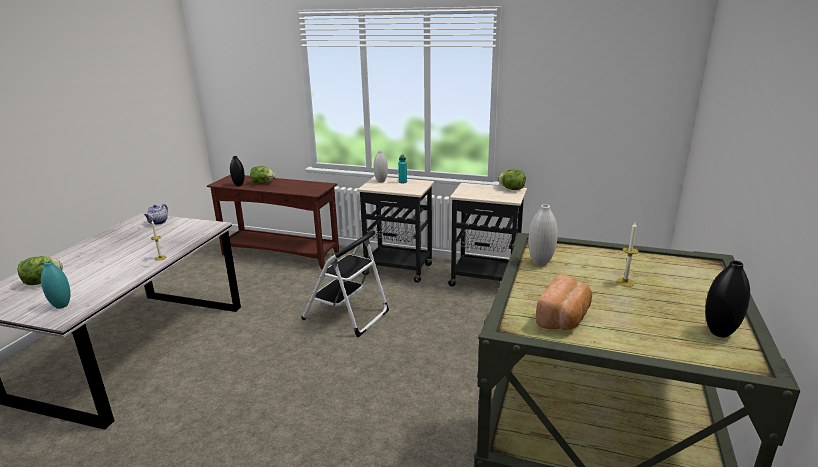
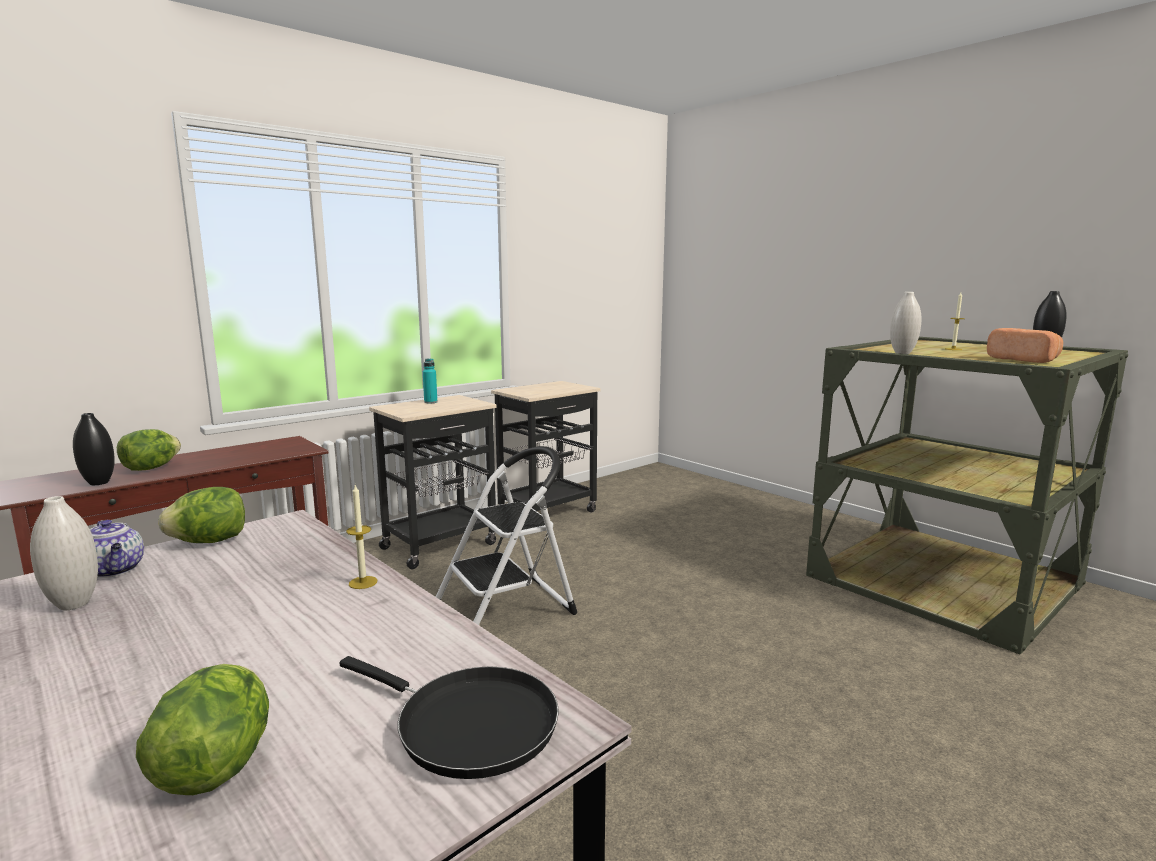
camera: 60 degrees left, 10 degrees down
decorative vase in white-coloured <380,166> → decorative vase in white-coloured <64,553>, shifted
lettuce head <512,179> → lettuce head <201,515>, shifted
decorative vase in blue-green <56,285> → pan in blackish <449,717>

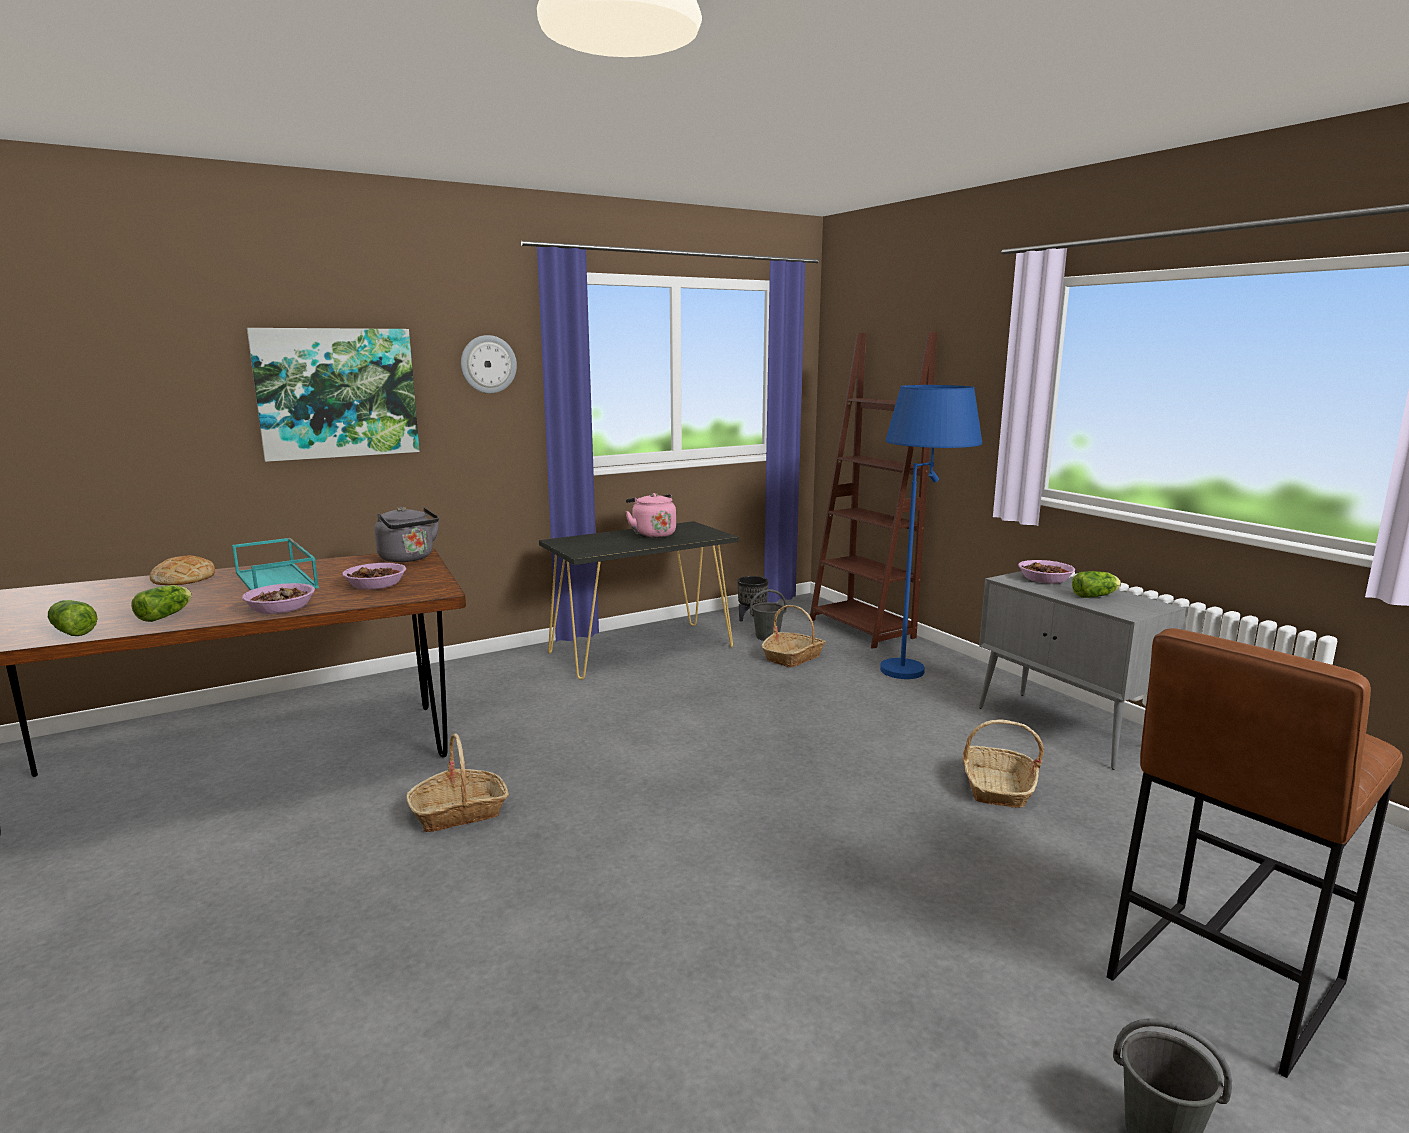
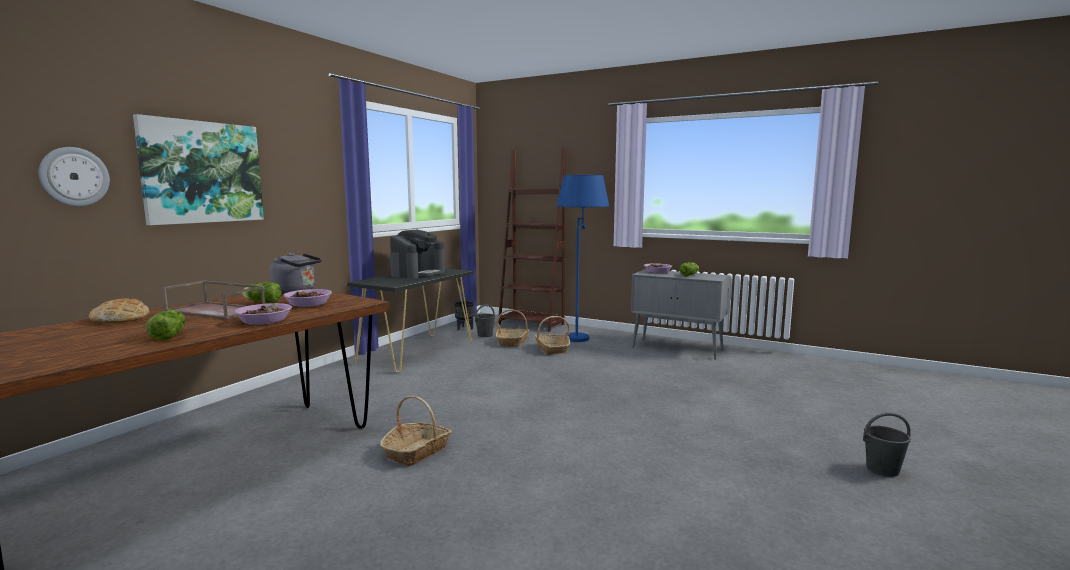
camera: 30 degrees left, 5 degrees down
wall clock <489,364> → wall clock <74,176>, shifted
tray in blue-green <275,564> → tray in brownish <213,300>
lettuce head <73,618> → lettuce head <261,292>, shifted
kettle in pink <650,515> → coffee brewer <417,254>
household basket <1003,763> → household basket <552,335>, shifted
stool in brownish <1255,853> → -

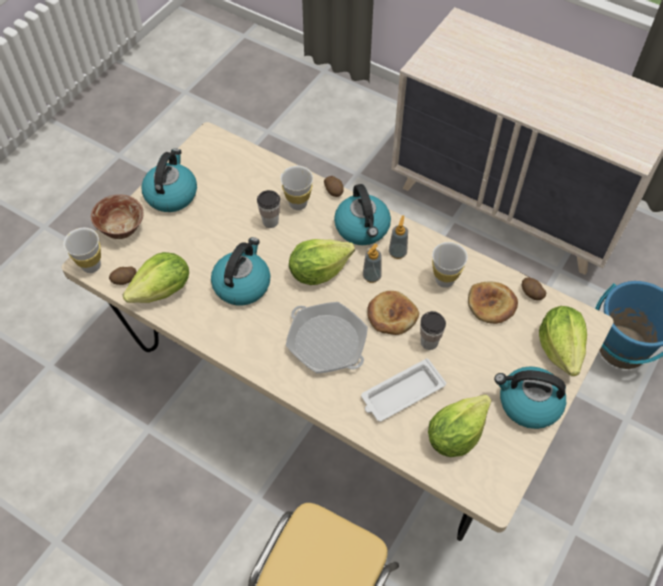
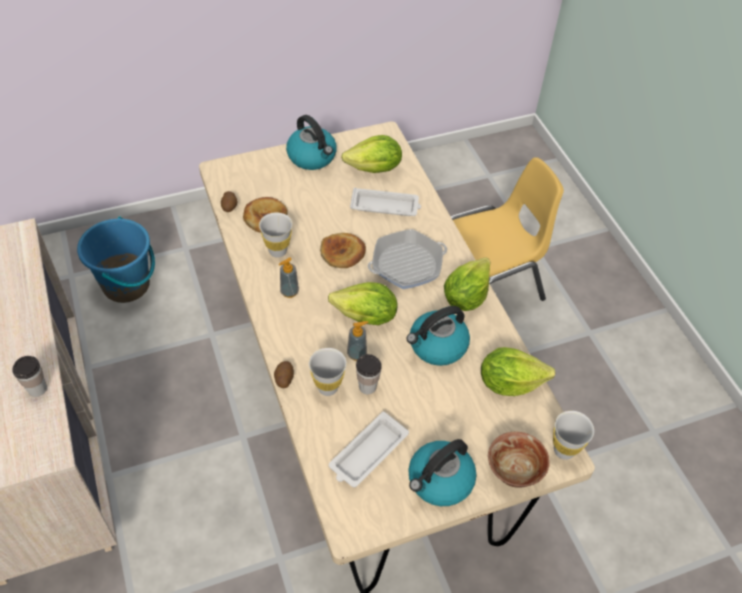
camera: 145 degrees left, 5 degrees down
small cup <433,330> → small cup <29,376>, shifted
- → tray in white-coloured <369,450>
liquid soap bottle <372,263> → liquid soap bottle <357,341>, shifted
pan <327,337> → pan <407,259>, 105 degrees counterclockwise
lettuce head <563,341> → lettuce head <467,284>, shifted
whole potato <123,275> → -
kettle <362,214> → -

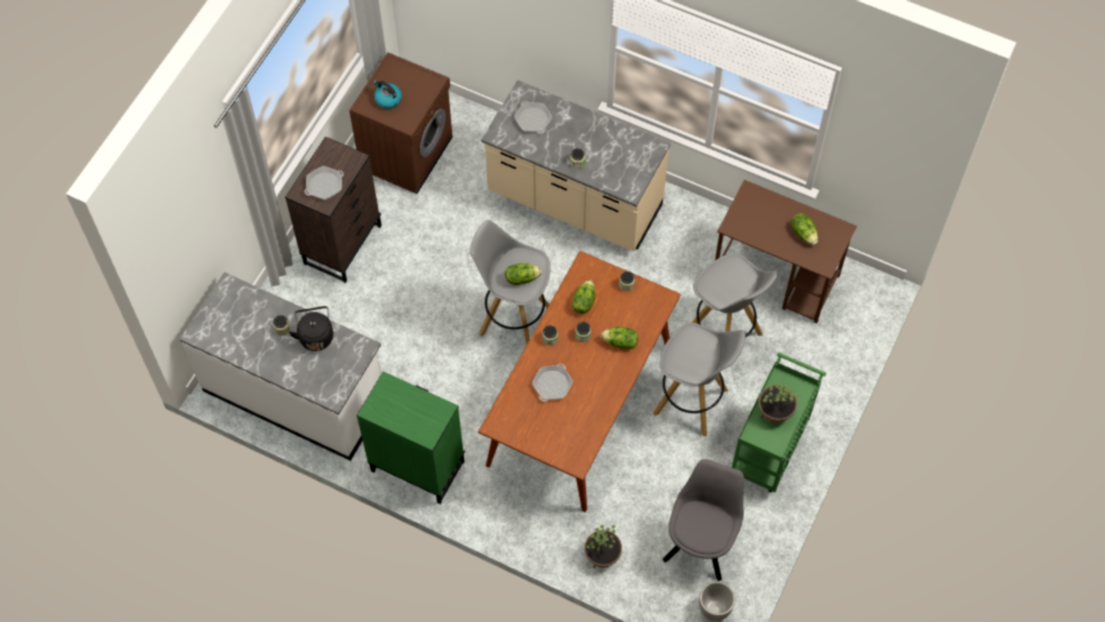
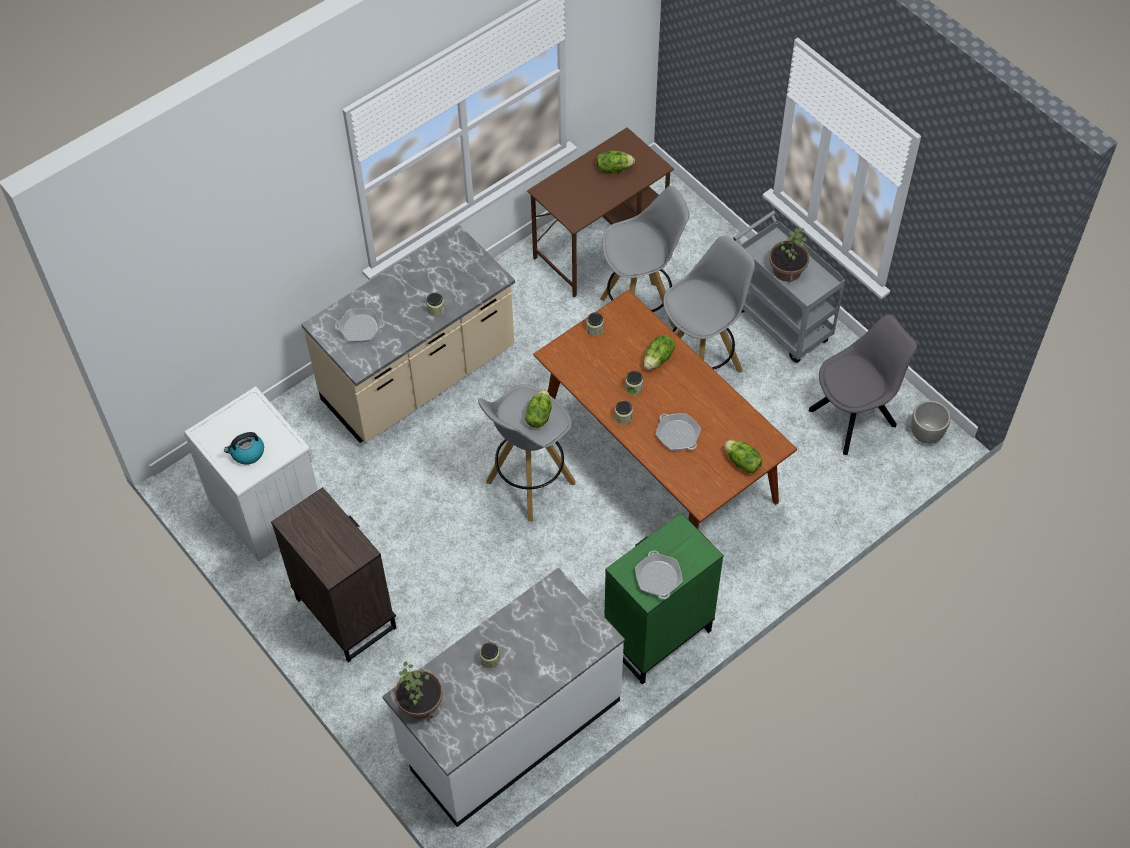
camera: 65 degrees left, 5 degrees down
laundry appliance in brownish <401,123> → laundry appliance in white-coloured <251,473>
potted plant <603,546> → potted plant <418,690>, shifted
pan <324,183> → pan <659,575>, shifted
lettuce head <583,297> → lettuce head <743,456>, shifted
trolley in green <779,422> → trolley in gray <789,286>
upright chair in gray <703,520> → upright chair in gray <863,384>, 105 degrees clockwise
kettle in blackish <311,328> → -

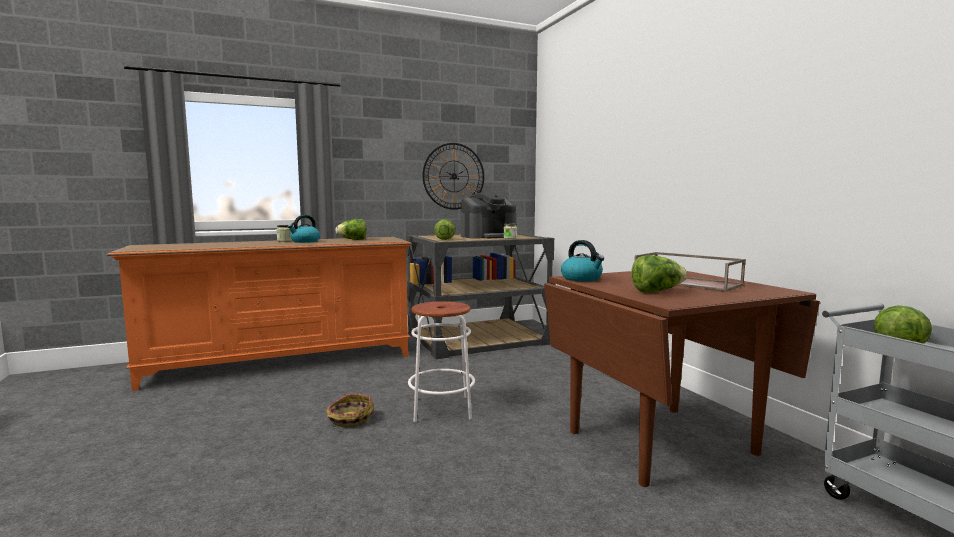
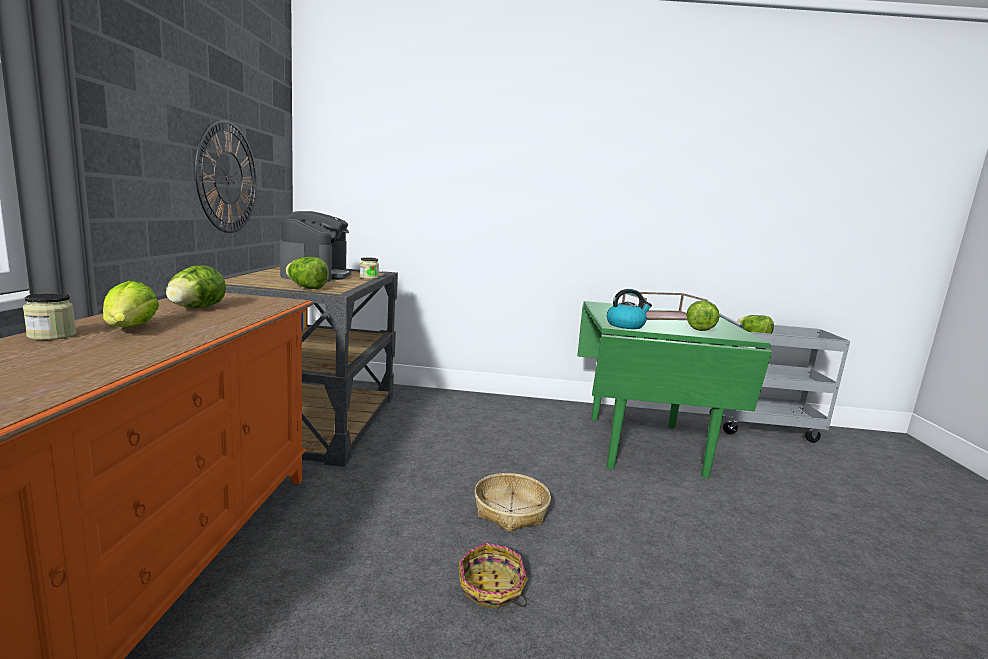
camera: 65 degrees left, 5 degrees up
kettle <304,229> → lettuce head <131,304>
stool in white-coloured <441,361> → household basket <512,502>
kitchen table in brownish <682,379> → kitchen table in green <674,389>

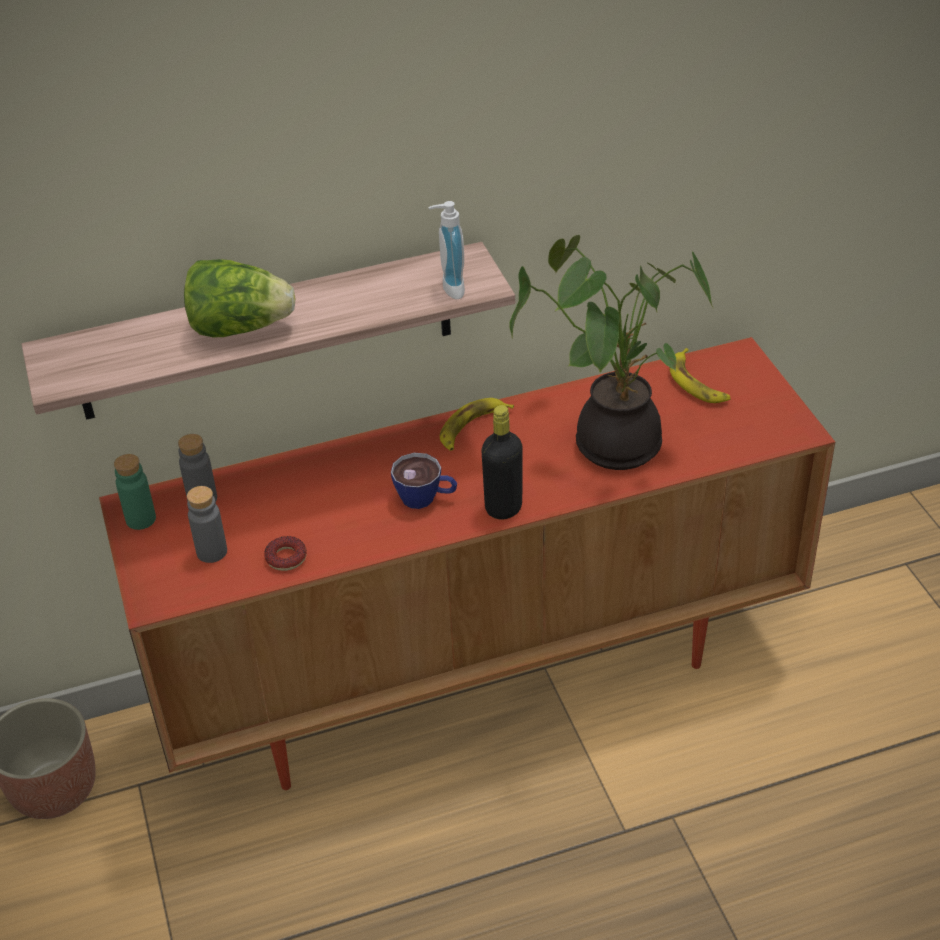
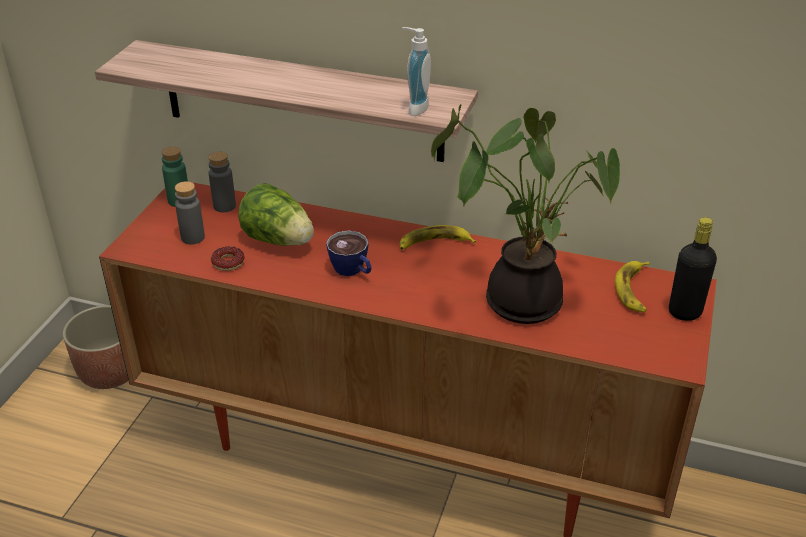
camera: 35 degrees right, 5 degrees down
lettuce head <240,298> → lettuce head <276,214>, shifted
bottle in blackish <502,462> → bottle in blackish <693,269>, shifted

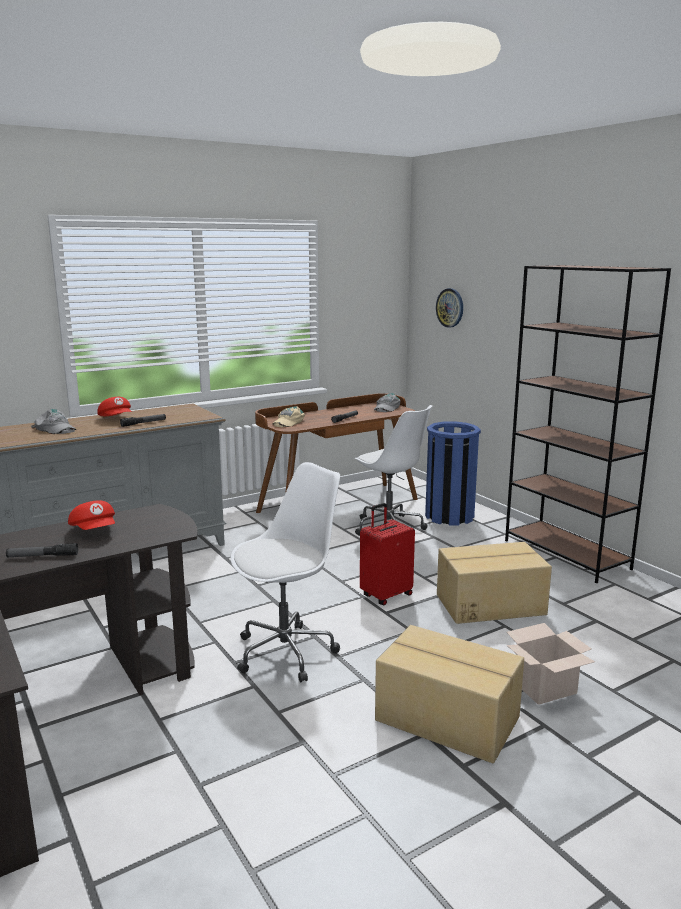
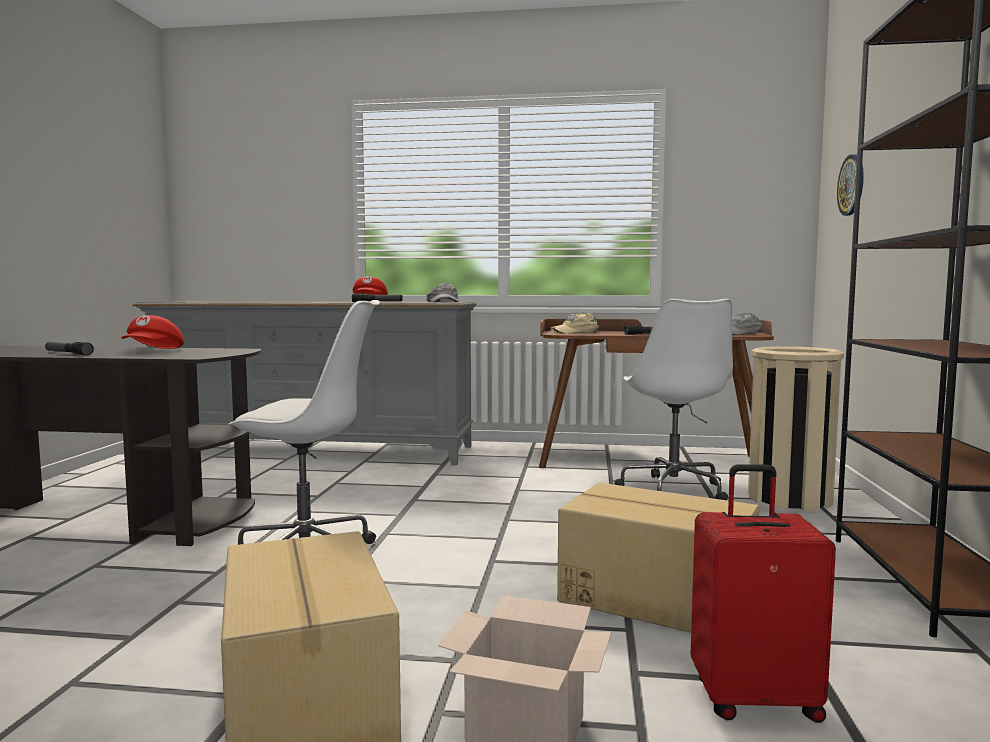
camera: 40 degrees right, 10 degrees down
baseball cap in gray <53,421> → baseball cap in gray <442,292>, shifted
travel case in reddish <387,554> → travel case in reddish <763,593>, shifted
trash can in blue-coloured <453,473> → trash can in sand-coloured <796,428>

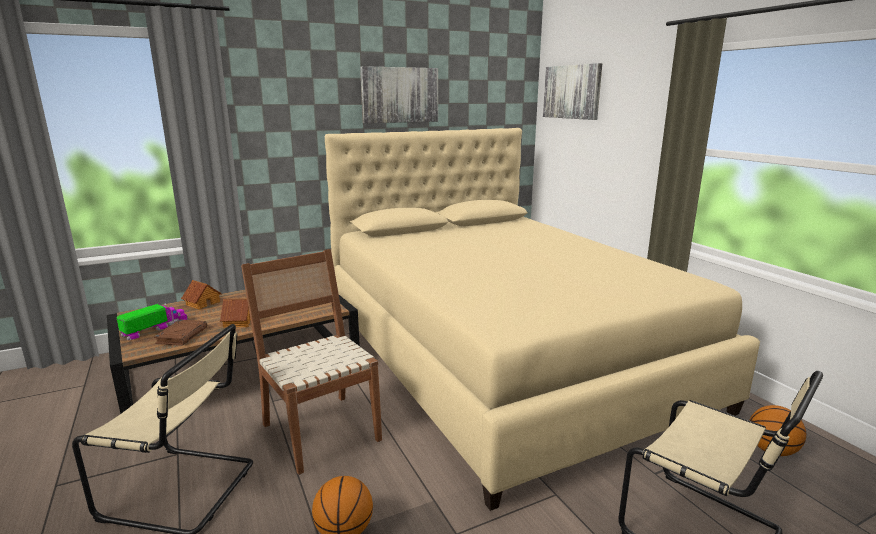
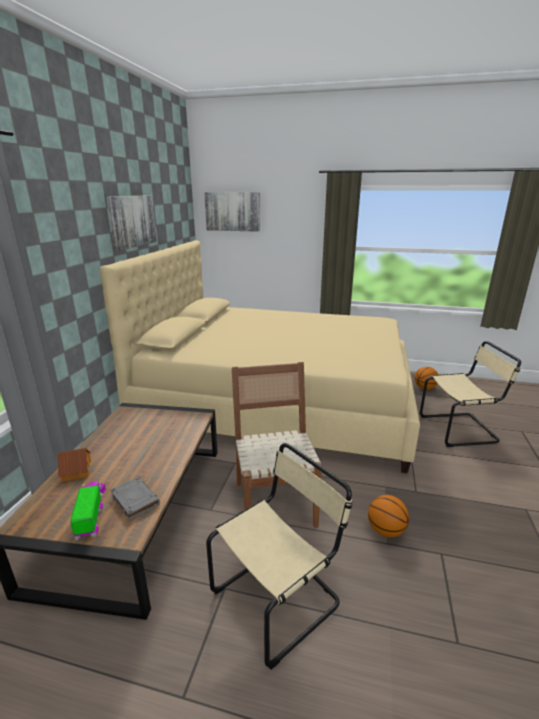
camera: 50 degrees left, 5 degrees up
book in brownish <180,332> → book in gray <135,498>
upright chair <311,362> → upright chair <277,445>, 75 degrees clockwise
miniature house <235,313> → -

